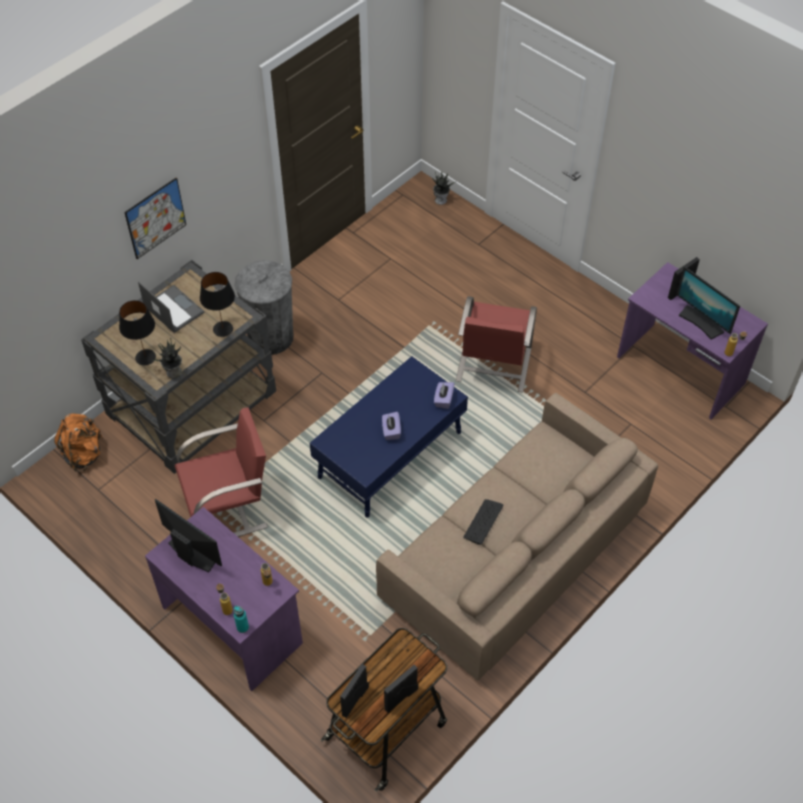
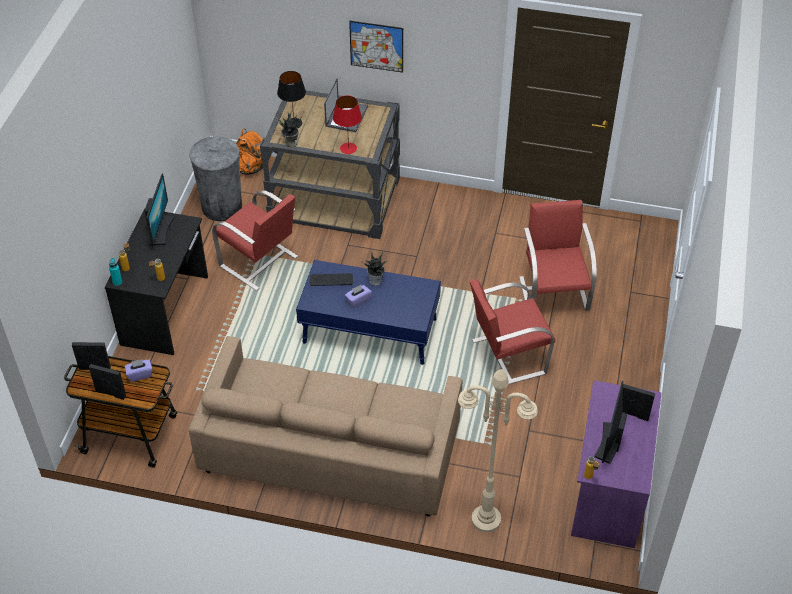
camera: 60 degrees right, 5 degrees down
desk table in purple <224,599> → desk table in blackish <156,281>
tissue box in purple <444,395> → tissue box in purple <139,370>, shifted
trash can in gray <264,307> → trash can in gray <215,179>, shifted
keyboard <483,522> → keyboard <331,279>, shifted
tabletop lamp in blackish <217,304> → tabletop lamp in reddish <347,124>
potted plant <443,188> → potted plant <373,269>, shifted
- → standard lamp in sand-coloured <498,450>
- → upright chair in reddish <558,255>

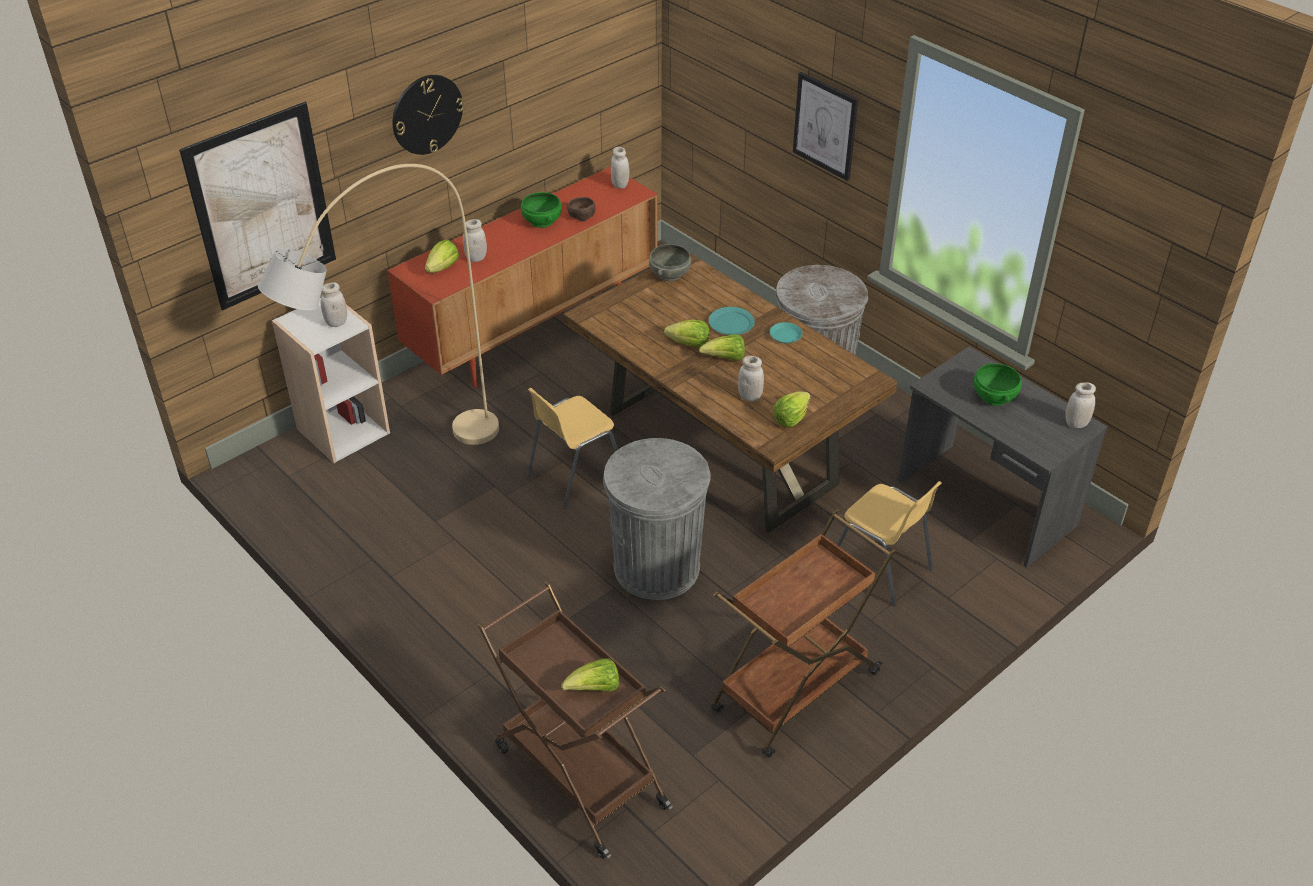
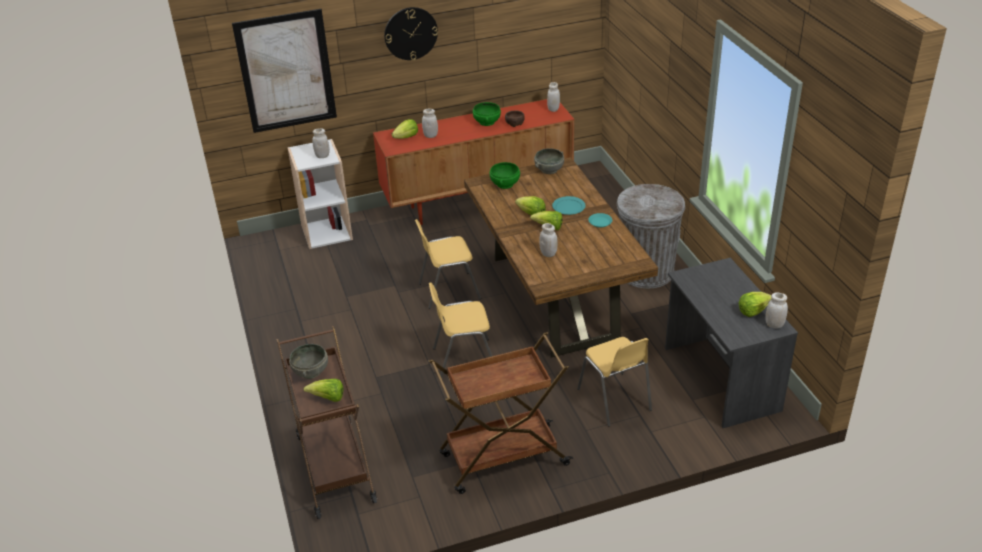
camera: 25 degrees right, 5 degrees down
- → serving bowl in gray <308,361>
trash can in gray <657,519> → upright chair in yellow-coloured <460,330>
serving bowl in green <998,384> → serving bowl in green <505,175>, shifted
lettuce head <792,409> → lettuce head <755,304>, shifted
standard lamp in sand-coloured <378,304> → -
wall art <825,126> → -

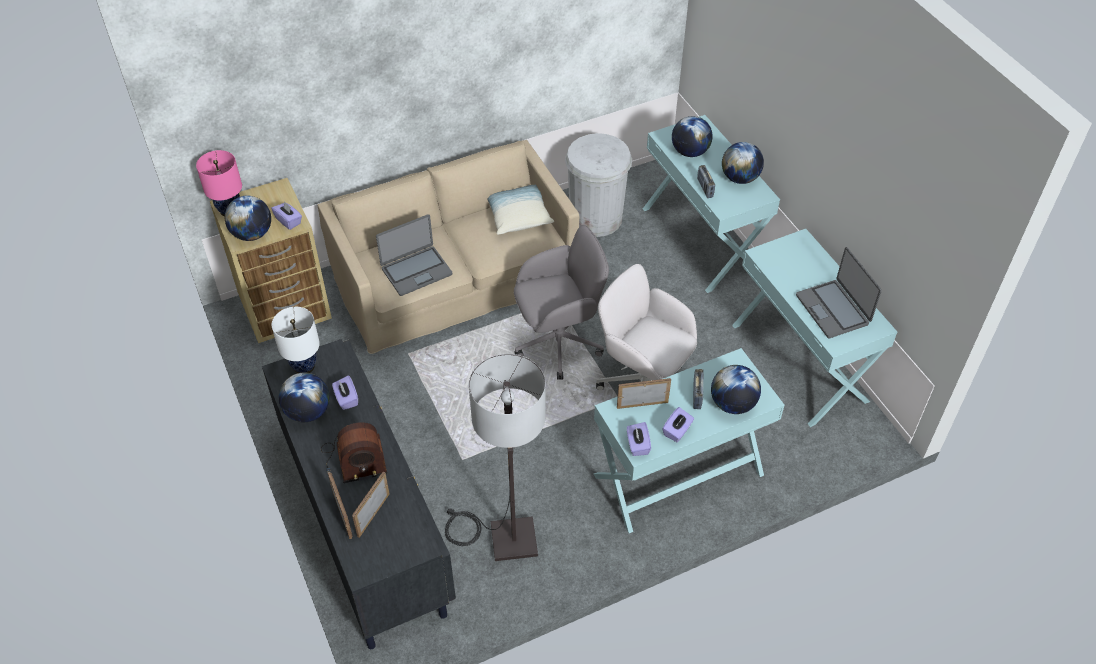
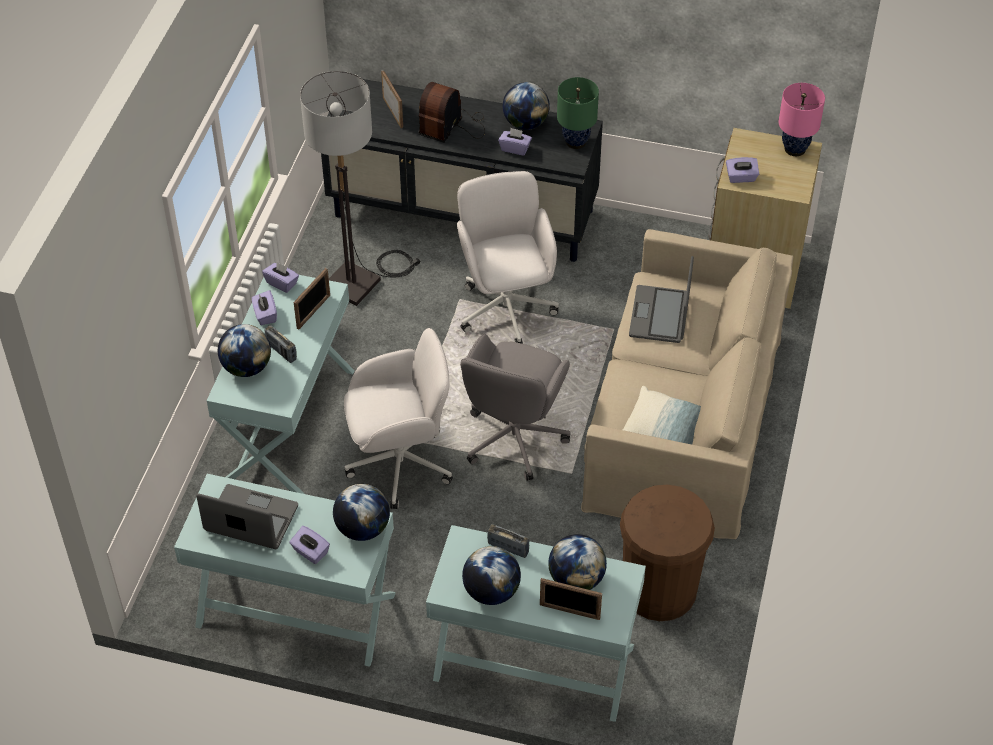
camera: 130 degrees right, 0 degrees up
- → tissue box in purple <309,545>
globe <248,218> → globe <361,512>, shifted
- → computer chair in white-coloured <508,257>
standing frame <340,505> → standing frame <571,599>, shifted
tabletop lamp in white-coloured <296,340> → tabletop lamp in green <578,113>
trash can in white-coloured <598,185> → trash can in brownish <667,553>

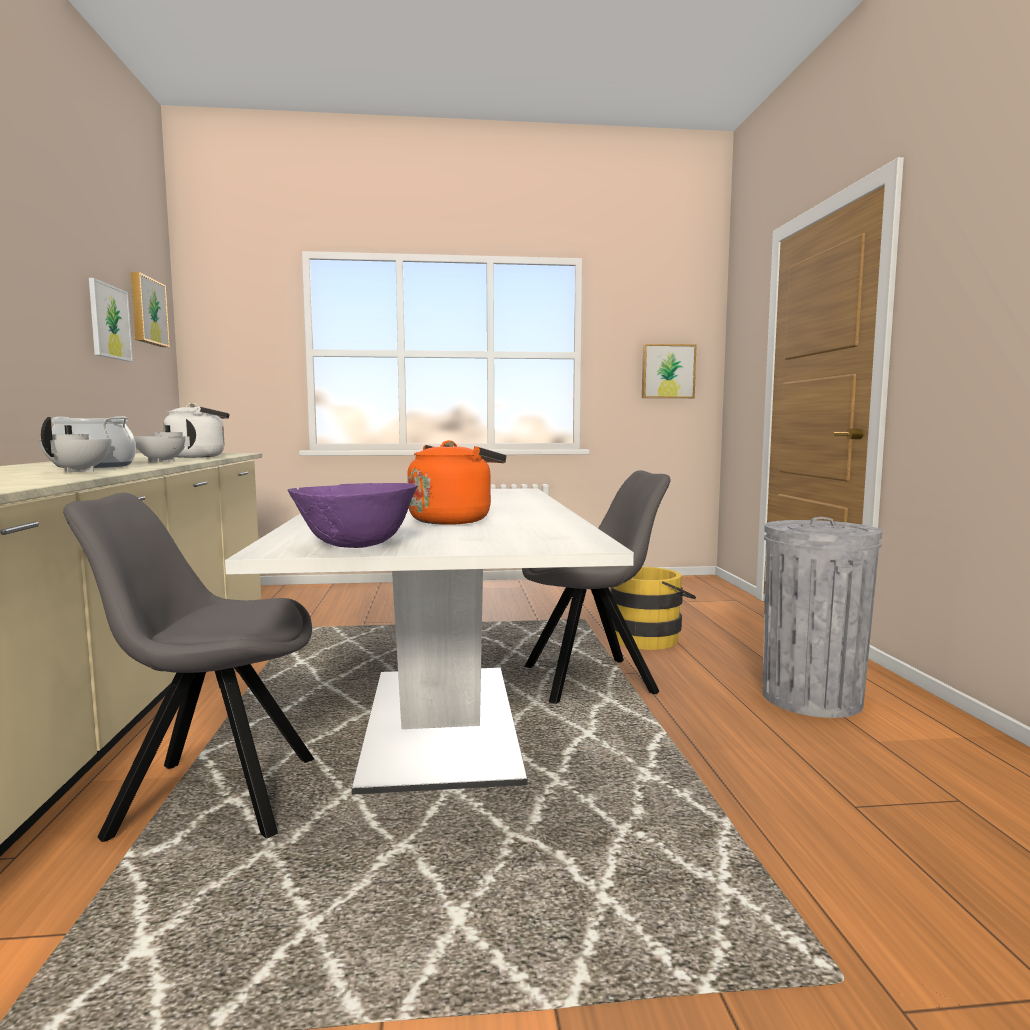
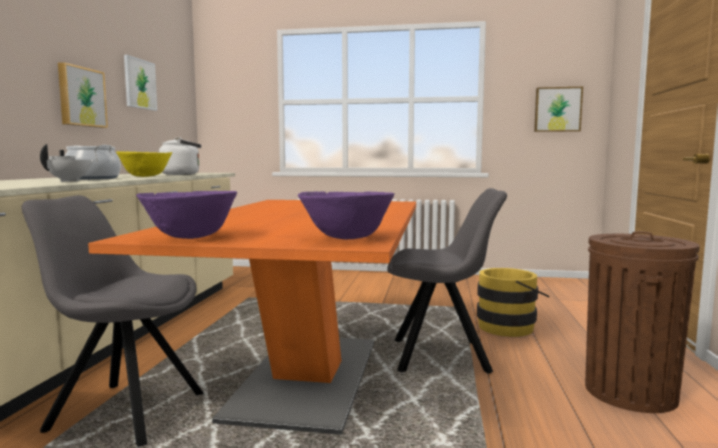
camera: 15 degrees right, 0 degrees up
wall art <150,309> → wall art <83,95>, shifted
kitchen table in white-coloured <429,641> → kitchen table in orangey <252,317>
pot for tea in white-coloured <165,440> → serving bowl in yellow-coloured <144,164>
- → serving bowl in purple <346,215>
trash can in gray <822,617> → trash can in brownish <642,322>
kettle in orangey <456,482> → -

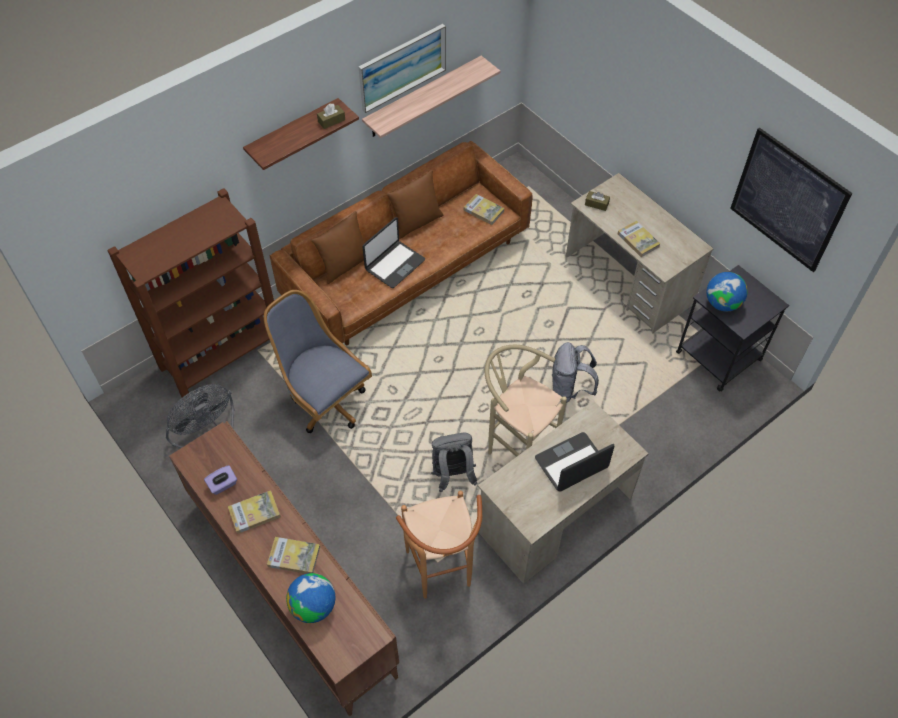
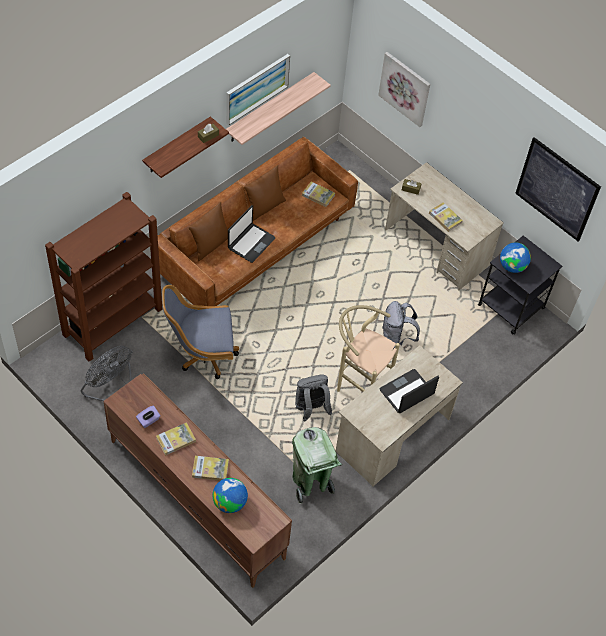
camera: 10 degrees left, 0 degrees up
computer chair in blue-coloured <318,361> → computer chair in blue-coloured <200,332>, 45 degrees counterclockwise
stool in brownish <439,545> → trash can in green <317,465>
- → wall art <404,89>

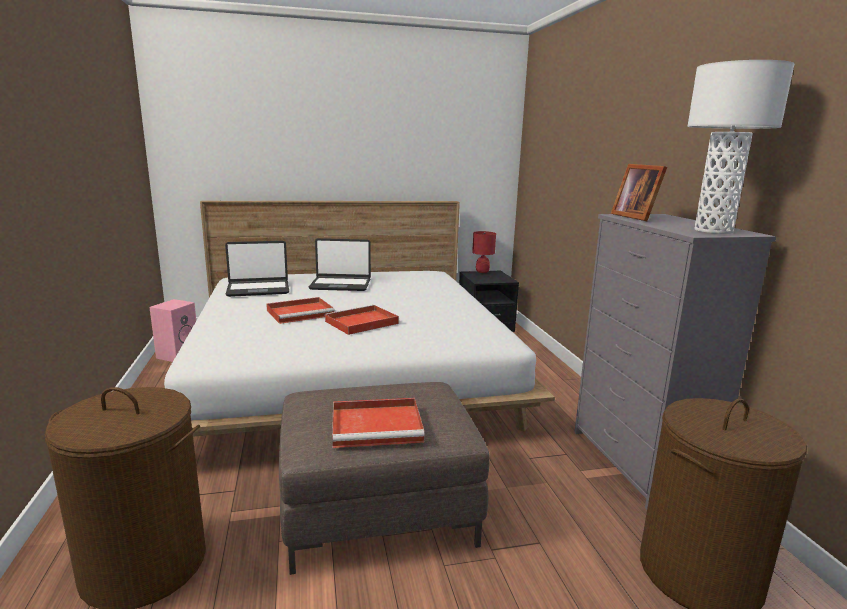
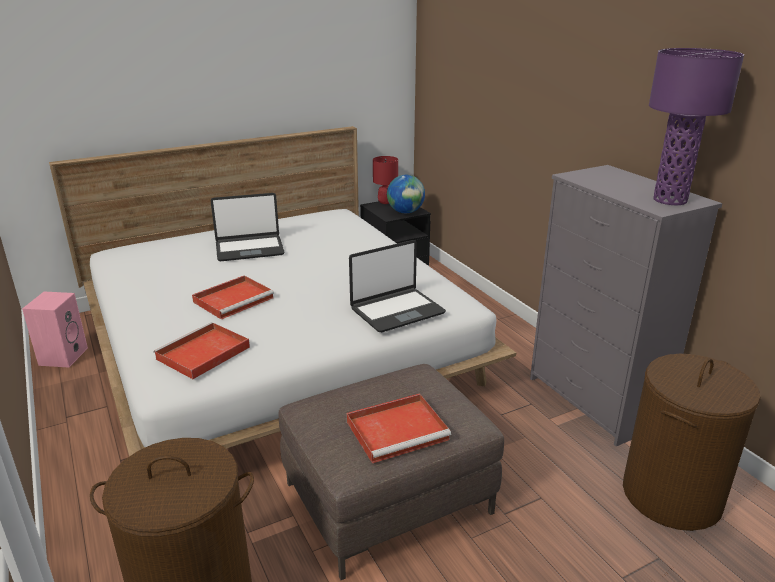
camera: 15 degrees left, 10 degrees up
tray in reddish <361,320> → tray in reddish <202,350>, shifted
notebook computer <257,269> → notebook computer <397,286>, shifted
- → globe <406,194>
tabletop lamp in white-coloured <740,147> → tabletop lamp in purple <696,126>
standing frame <639,192> → -

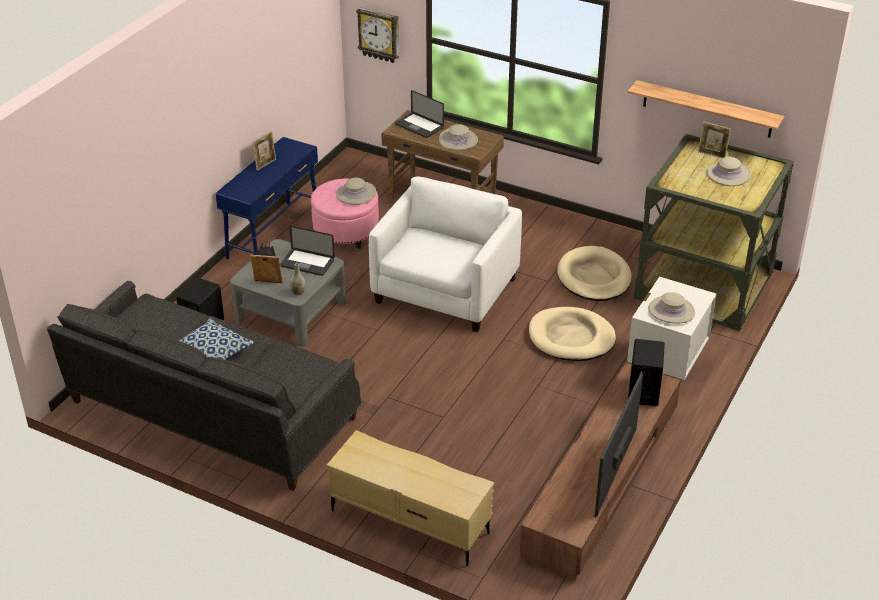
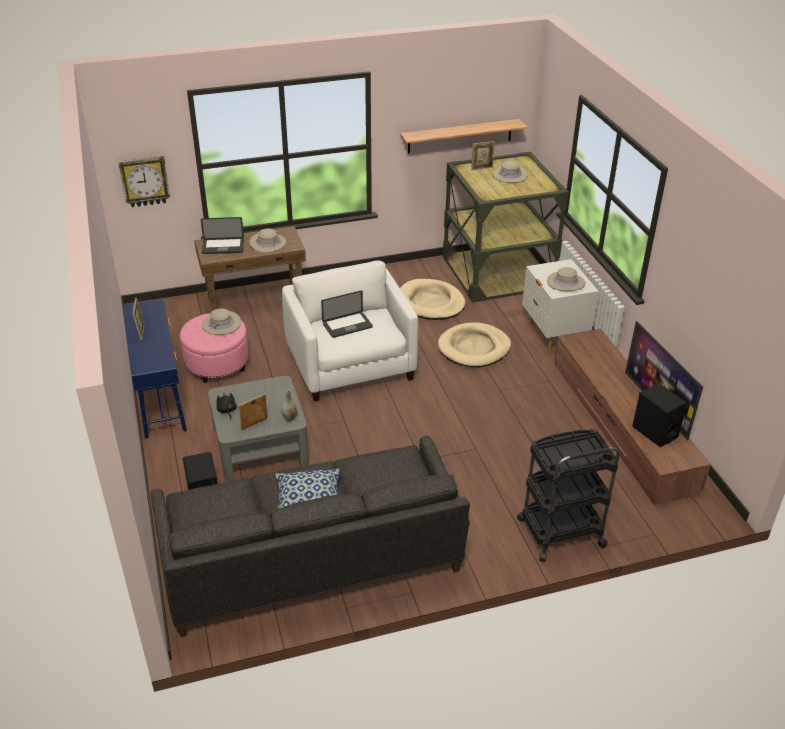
camera: 45 degrees left, 0 degrees up
notebook computer <307,251> → notebook computer <347,314>, shifted
media console in sand-coloured <410,498> → trolley in blackish <568,495>
speaker in blackish <646,372> → speaker in blackish <659,415>, shifted

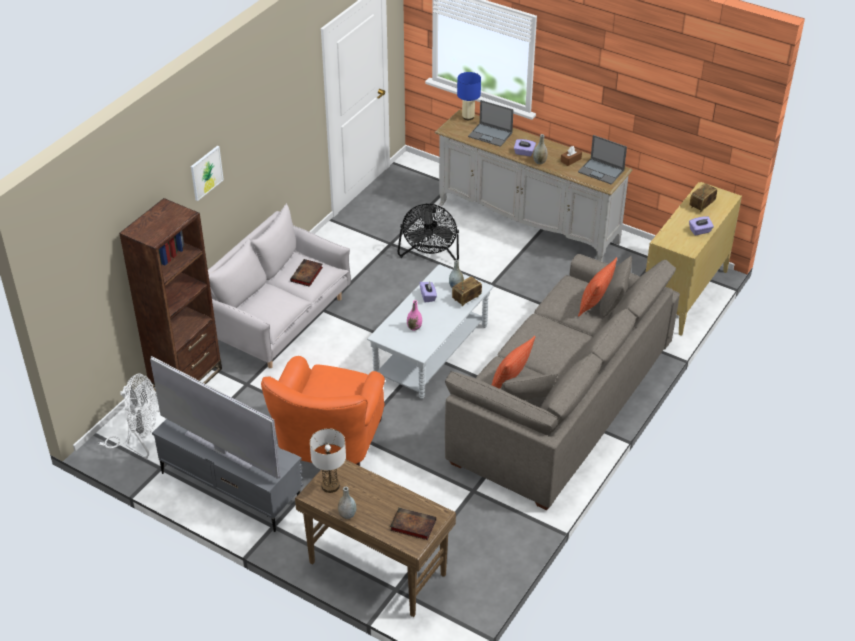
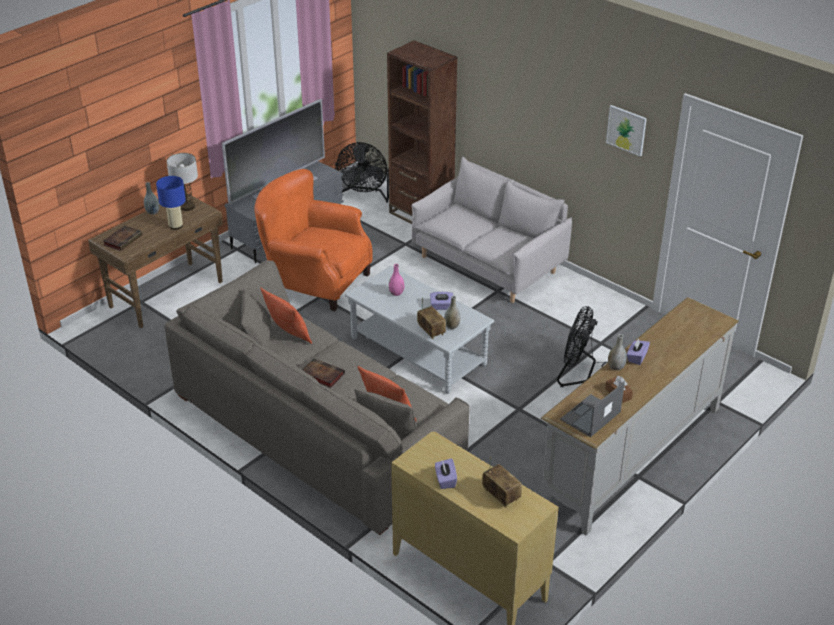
camera: 100 degrees right, 5 degrees down
tabletop lamp in blue-coloured <469,96> → tabletop lamp in blue-coloured <171,203>, shifted
book <306,273> → book <323,373>, shifted
fan in white-coloured <129,416> → fan in blackish <362,172>
wall art <207,173> → wall art <626,130>, shifted
notebook computer <491,123> → -

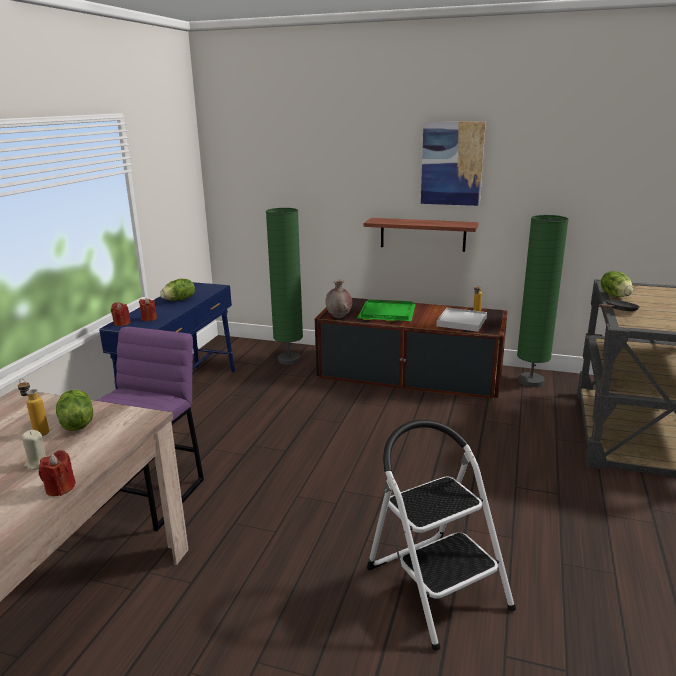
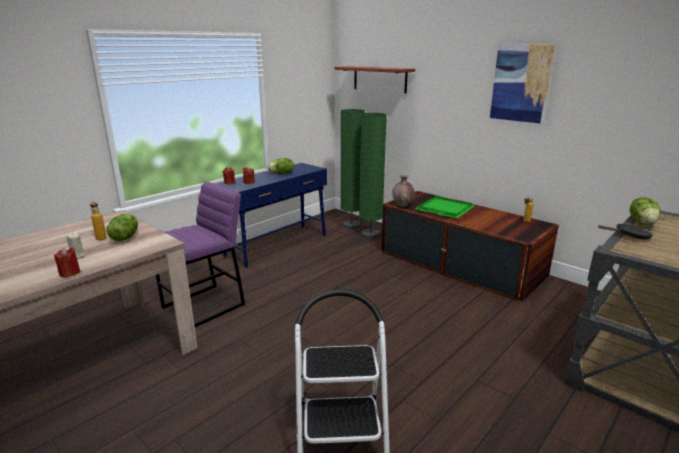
camera: 25 degrees right, 0 degrees up
wall shelf <421,235> → wall shelf <375,79>, shifted
standard lamp in green <543,301> → standard lamp in green <353,169>, shifted
tray in white-coloured <461,320> → -

